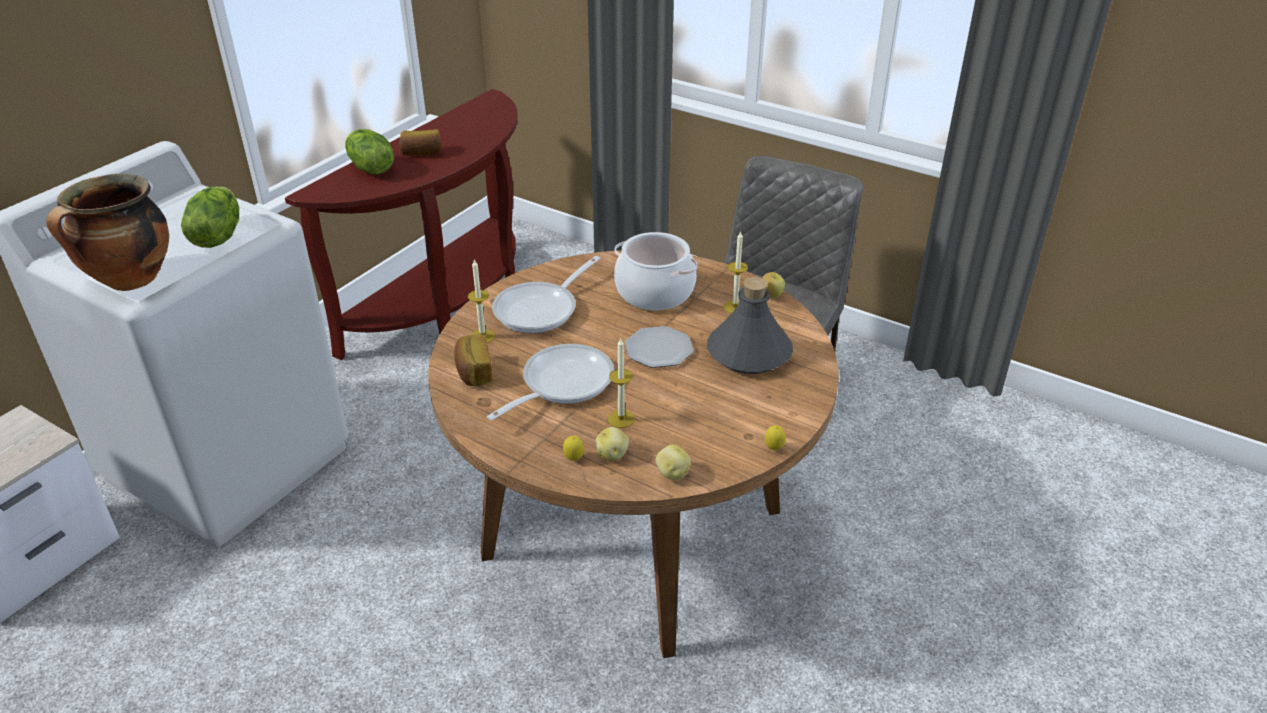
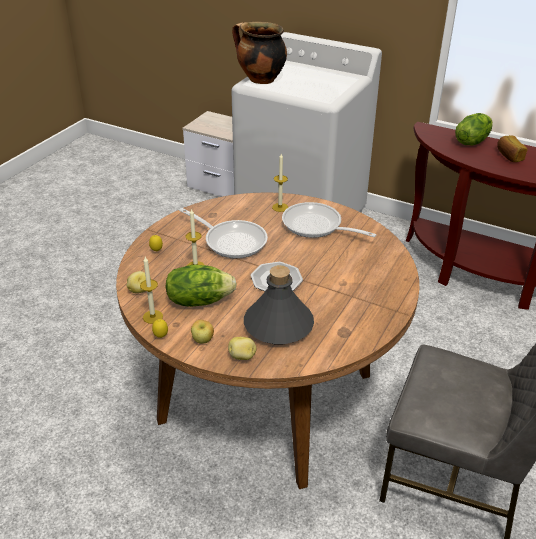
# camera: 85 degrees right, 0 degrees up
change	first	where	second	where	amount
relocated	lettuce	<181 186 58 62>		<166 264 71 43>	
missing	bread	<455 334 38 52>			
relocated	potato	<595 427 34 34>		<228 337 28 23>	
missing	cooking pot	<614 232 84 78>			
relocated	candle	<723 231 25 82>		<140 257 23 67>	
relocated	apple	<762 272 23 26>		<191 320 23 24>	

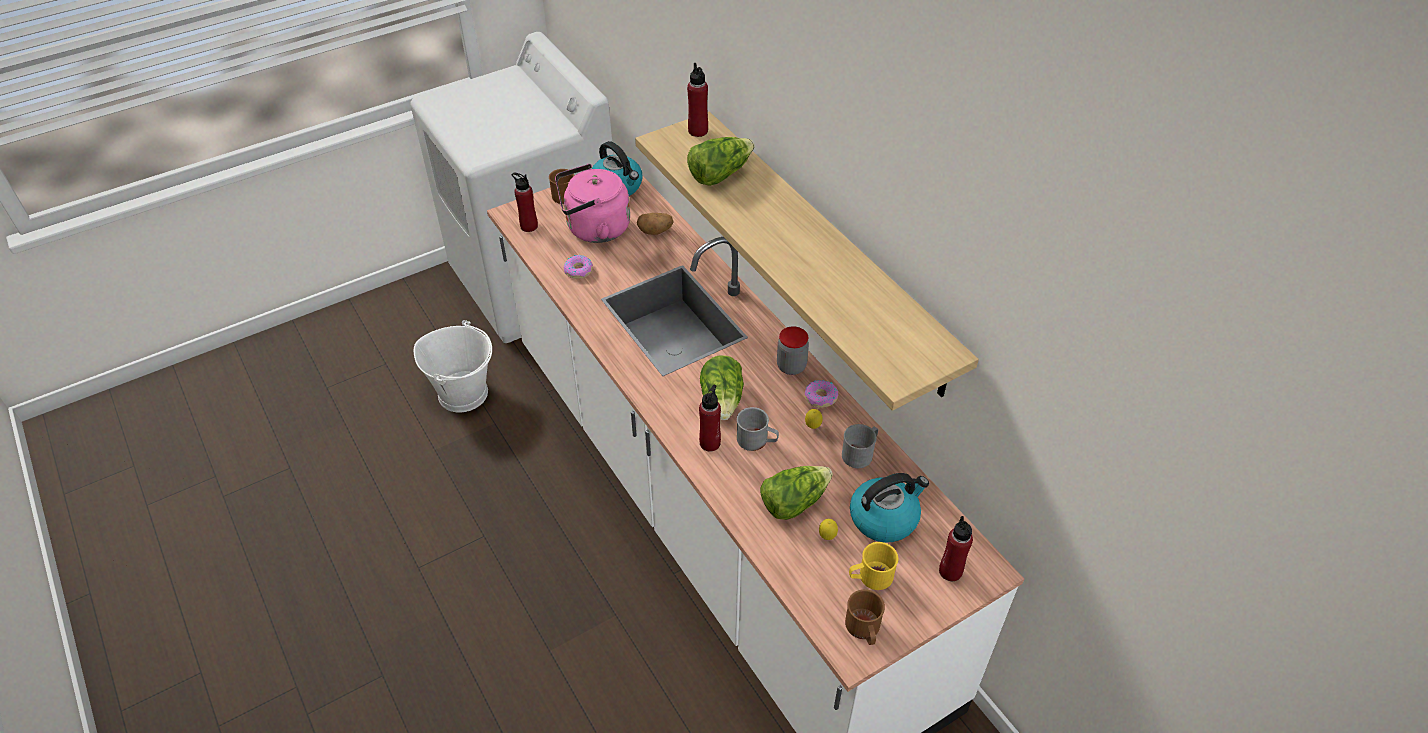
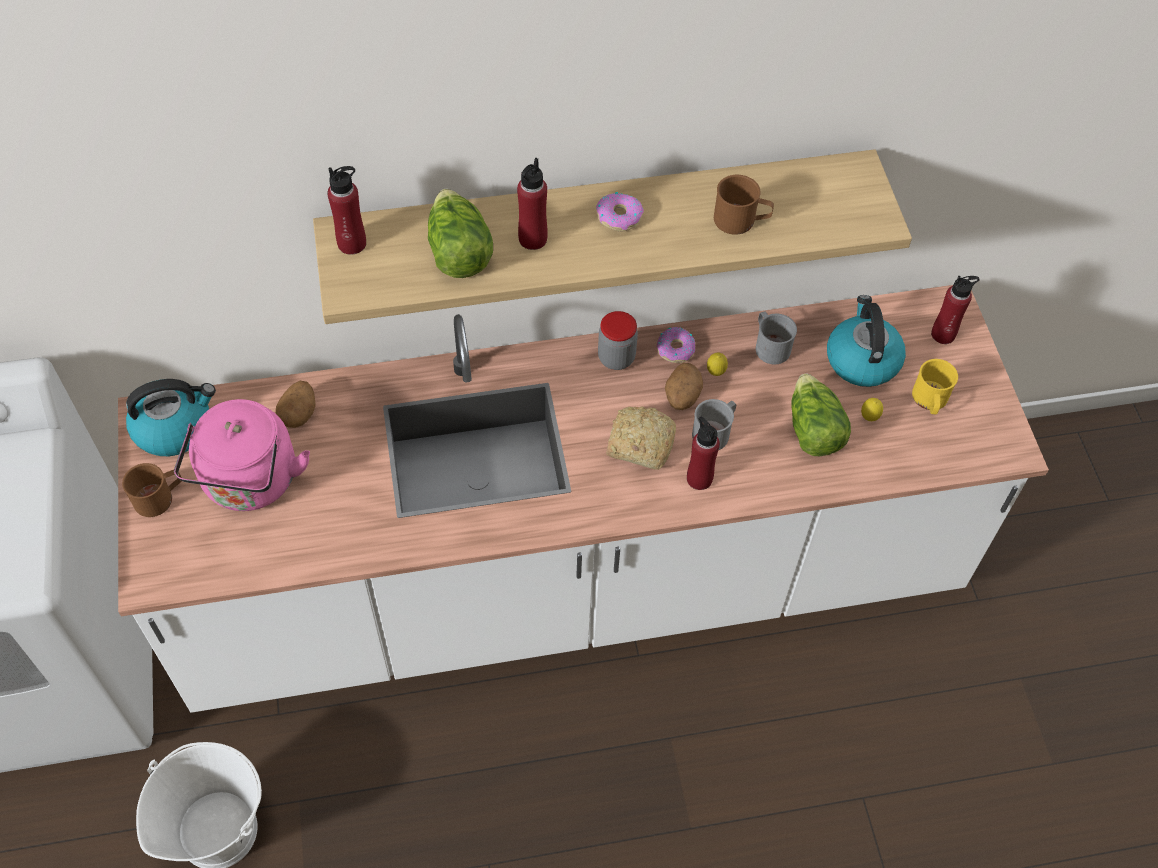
# camera: 70 degrees left, 10 degrees up
change	first	where	second	where	amount
relocated	bottle (red)	<512 173 26 59>		<517 158 31 92>	
relocated	donut	<563 255 30 24>		<596 192 48 39>	
exchanged	lettuce	<700 355 44 65>	bread	<606 406 70 64>	
relocated	mug (brown)	<845 589 40 56>		<714 175 60 60>	
appeared			potato	<665 363 38 47>	

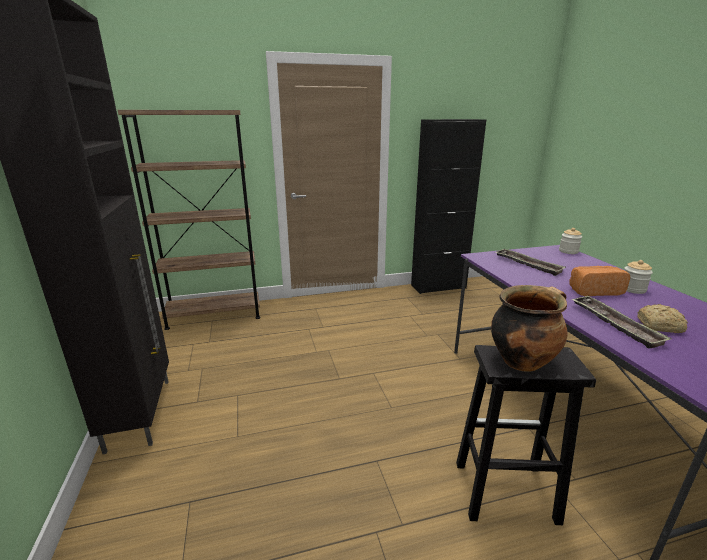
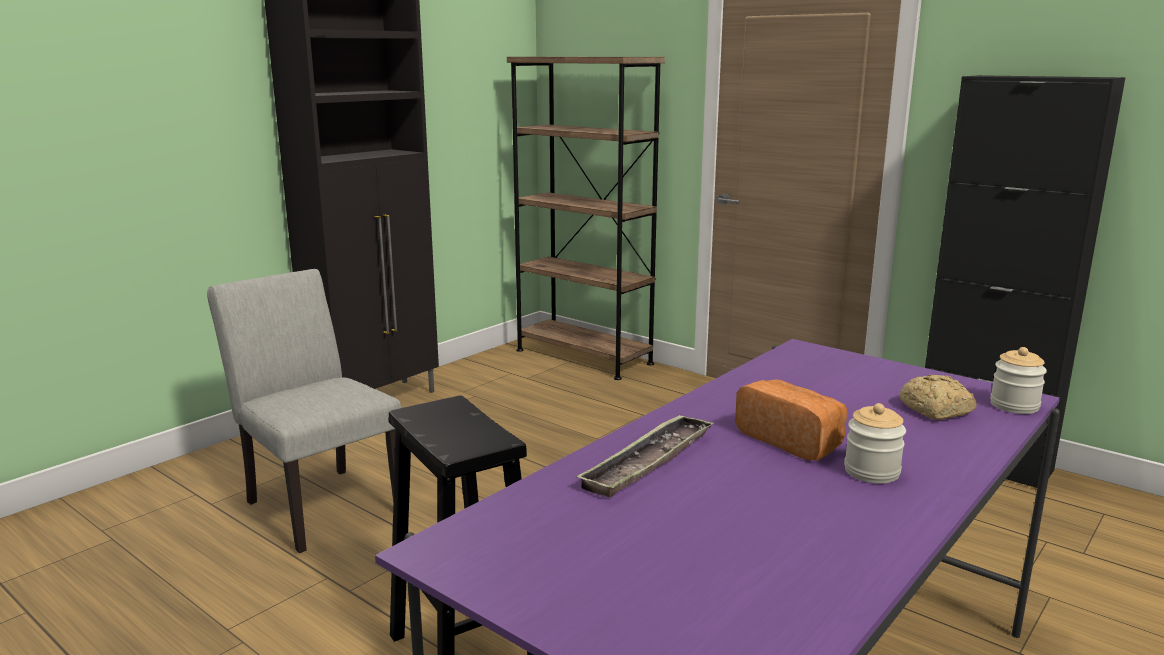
# camera: 55 degrees right, 5 degrees down
change	first	where	second	where	amount
missing	cooking pot	<491 285 76 87>			
missing	tray	<495 249 71 27>			
relocated	bread	<638 304 50 29>		<899 375 78 45>	
appeared			chair (grey)	<207 269 194 284>	

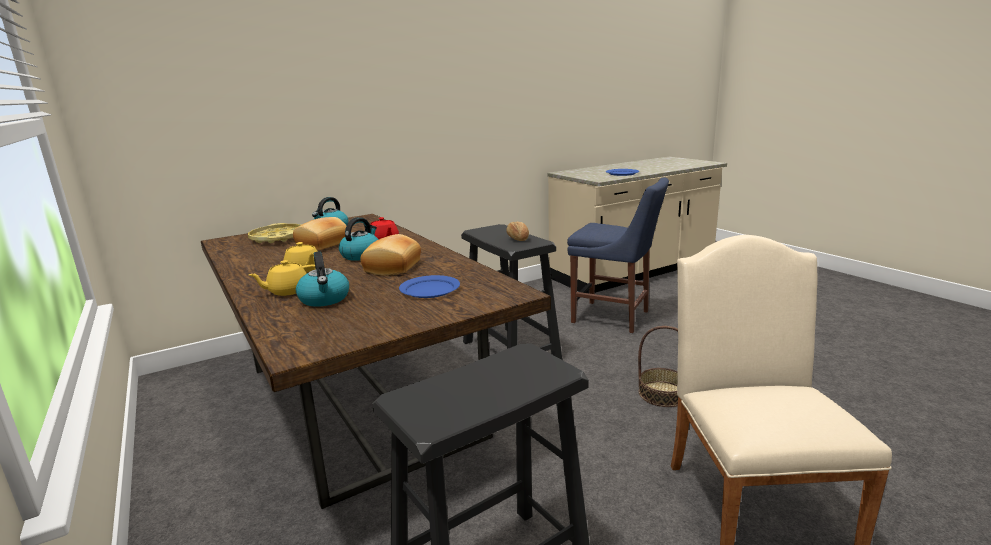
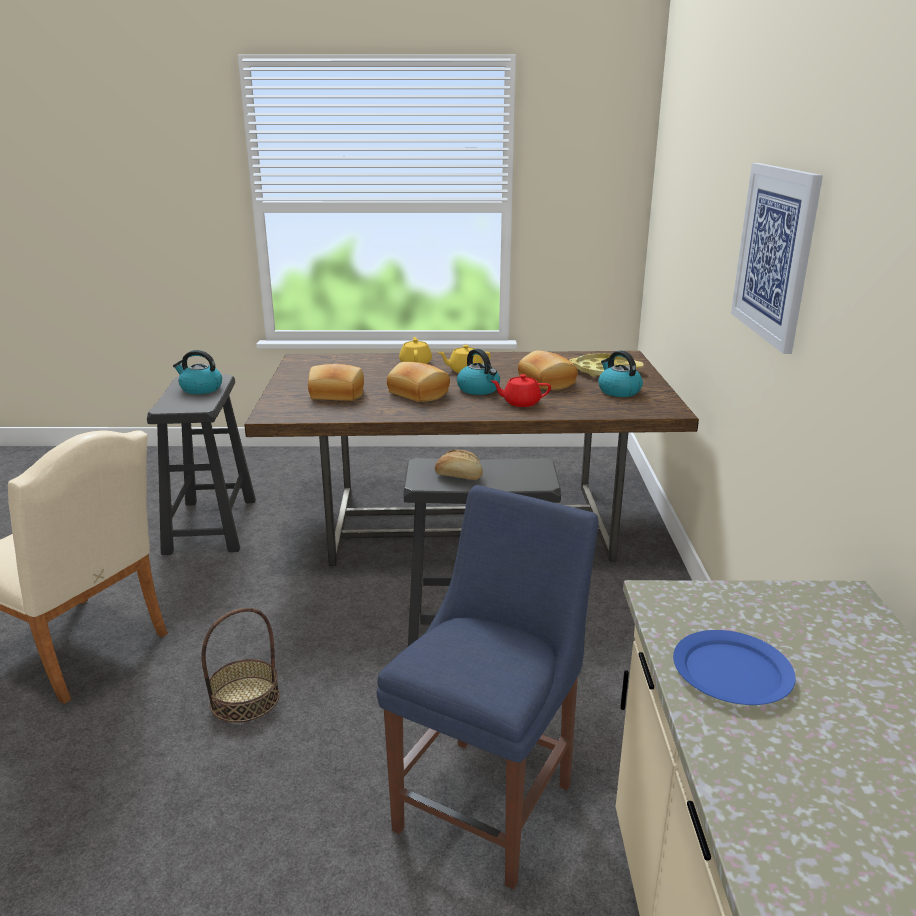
# camera: 120 degrees right, 5 degrees up
change	first	where	second	where	amount
relocated	kettle	<296 251 53 56>		<173 350 49 44>	
exchanged	plate (blue)	<399 275 61 23>	bread	<308 364 56 37>	
spun	chair (blue)	<567 177 102 156>		<376 485 222 405>	150 degrees clockwise
appeared			picture	<731 163 92 191>	

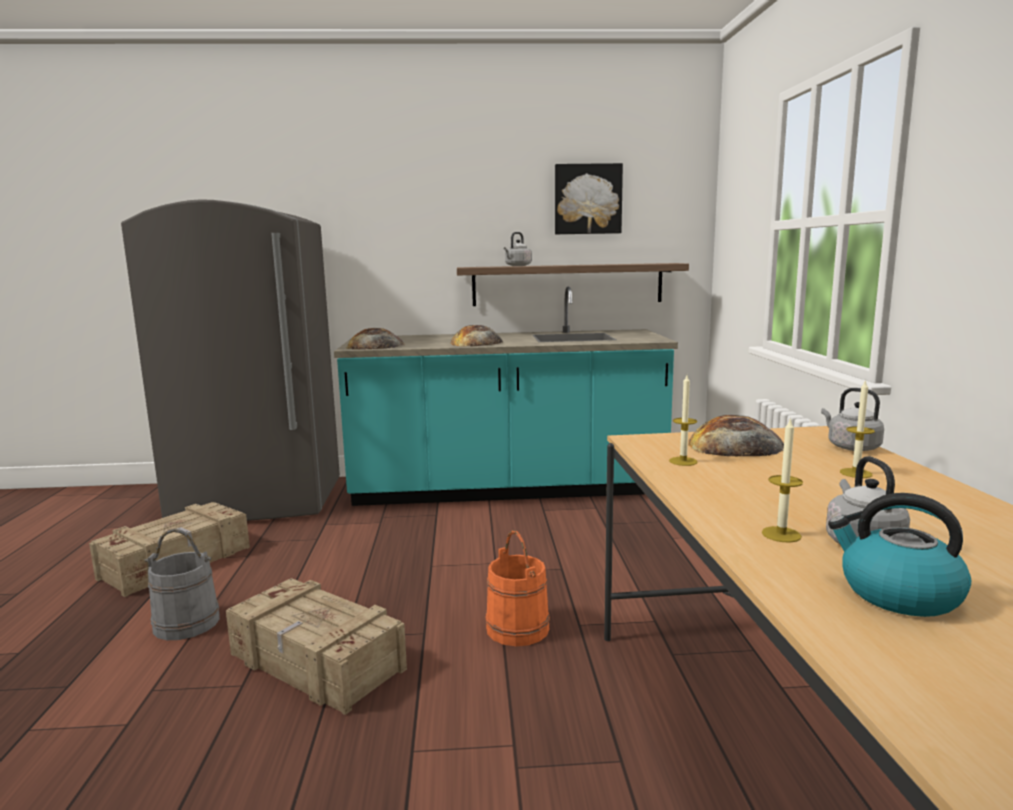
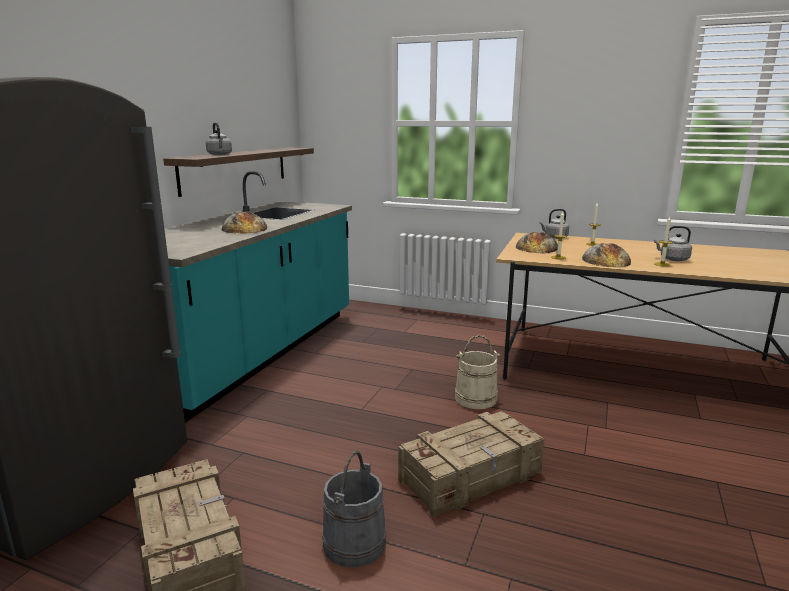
# camera: 65 degrees left, 5 degrees up
change	first	where	second	where	amount
relocated	bread	<347 328 58 21>		<582 243 49 24>	
colour	bucket (orange)	<486 530 64 116>	bucket (beige)	<455 335 45 74>	
missing	picture	<555 163 68 71>			
missing	kettle	<828 493 143 124>			

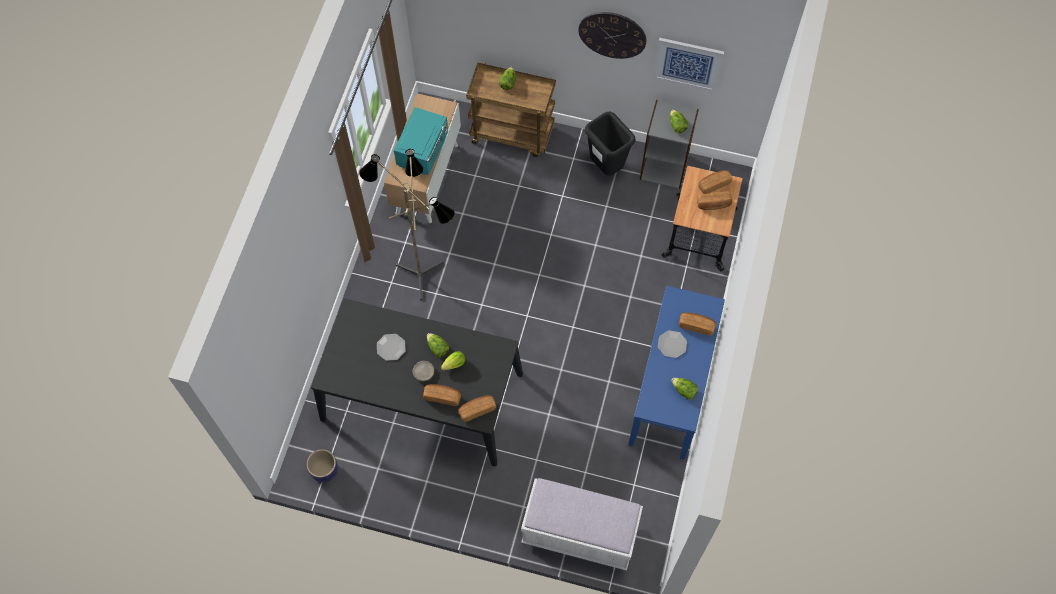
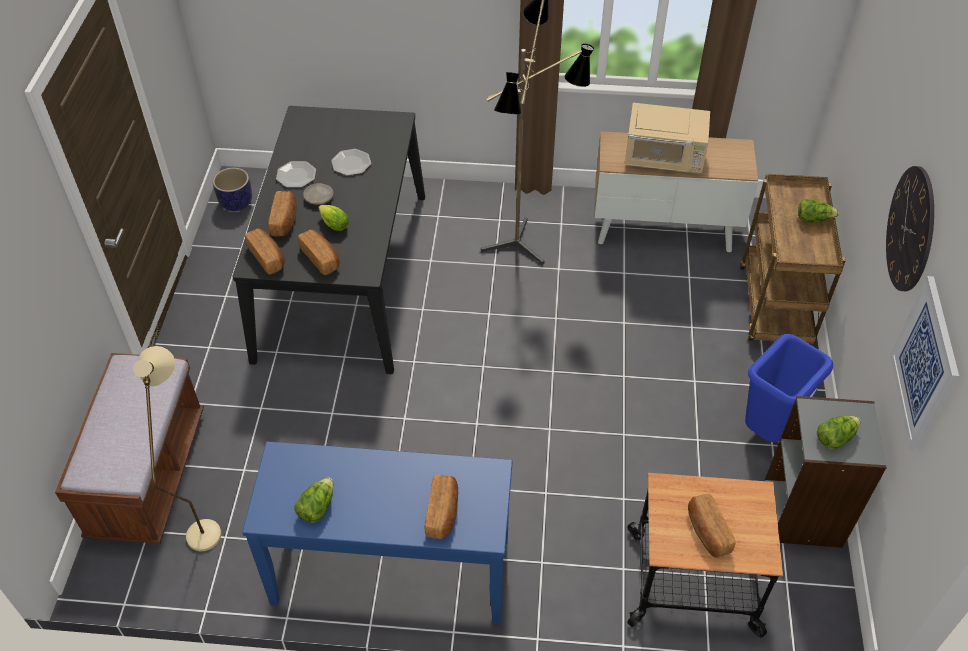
# camera: 80 degrees right, 15 degrees down
change	first	where	second	where	amount
colour	microwave (turquoise)	<394 107 54 68>	microwave (beige)	<624 103 86 71>	
missing	lettuce	<427 333 22 25>			
colour	bench (white)	<521 478 122 93>	bench (brown)	<55 353 149 191>	
colour	trash can (black)	<585 112 50 64>	trash can (blue)	<745 334 88 108>	
relocated	plate	<658 330 29 28>		<276 161 40 26>	
relocated	bread	<698 170 34 24>		<298 229 42 46>	
appeared			floor lamp (beige)	<133 346 88 205>	

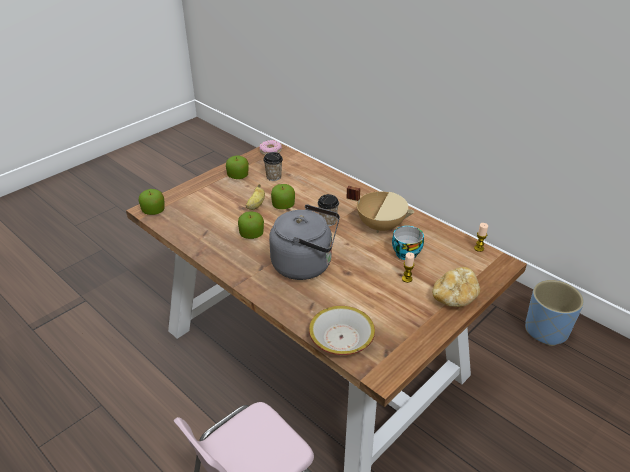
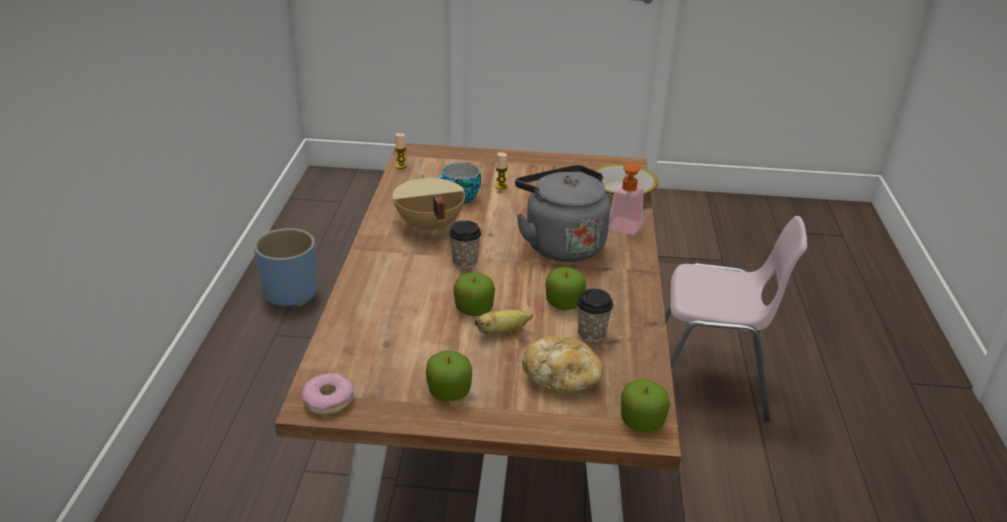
# camera: 130 degrees left, 5 degrees down
change	first	where	second	where	amount
relocated	cup	<263 152 20 29>		<577 289 36 53>	
relocated	bread	<432 267 48 40>		<522 336 81 57>	
appeared			soap dispenser	<608 163 36 72>	

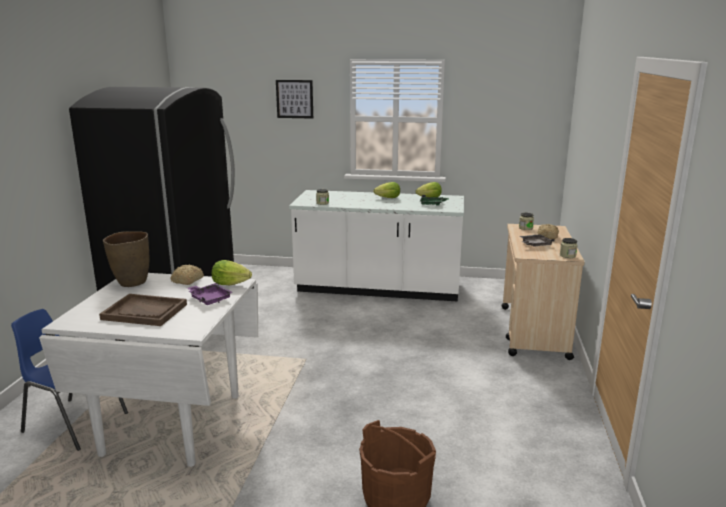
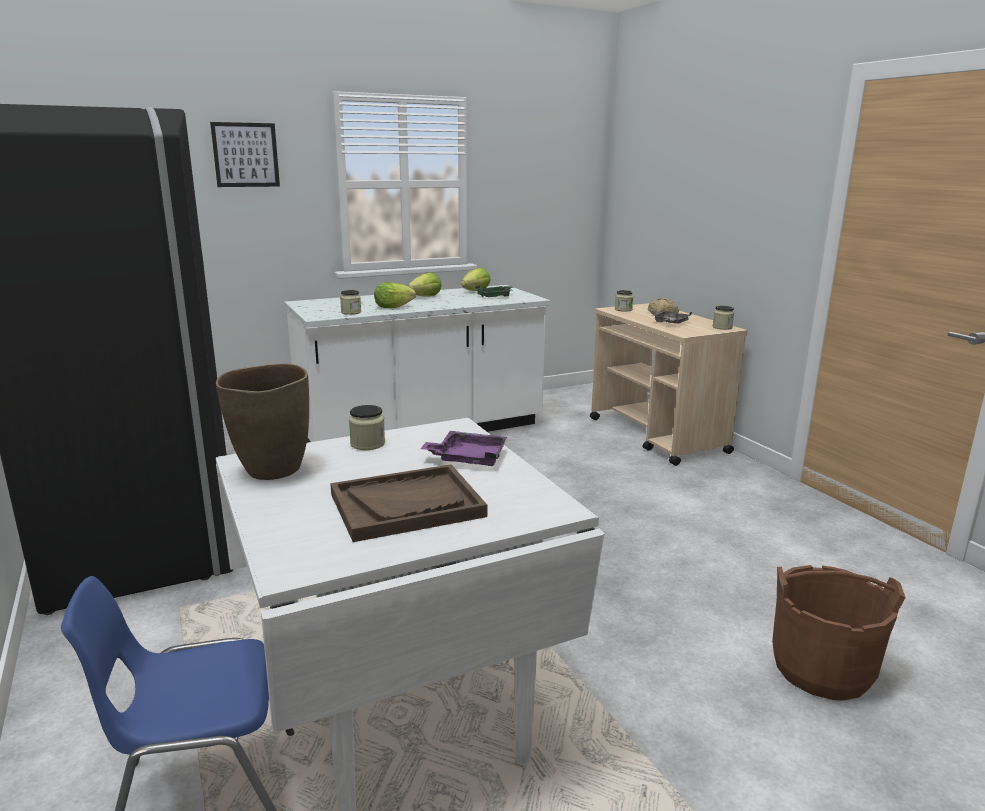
# camera: 35 degrees left, 0 degrees up
change	first	where	second	where	amount
exchanged	bread	<171 265 33 20>	jar	<349 405 36 45>	
relocated	lettuce	<212 260 40 25>		<374 282 42 26>	

